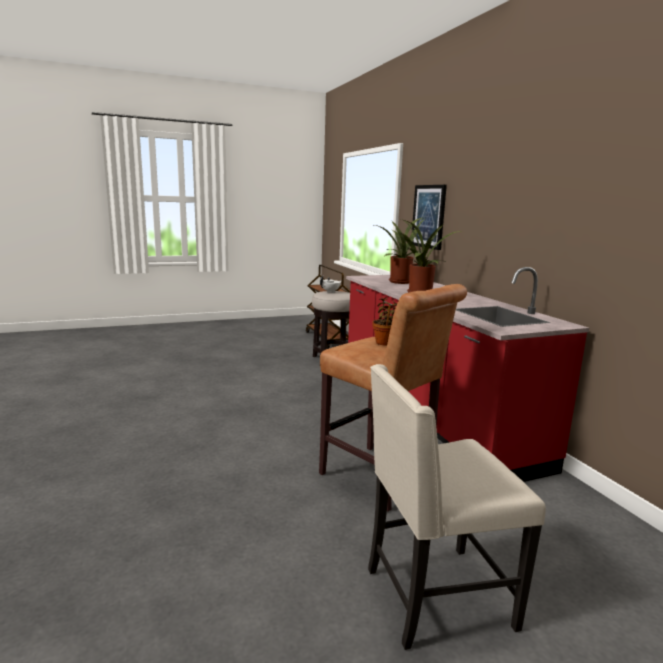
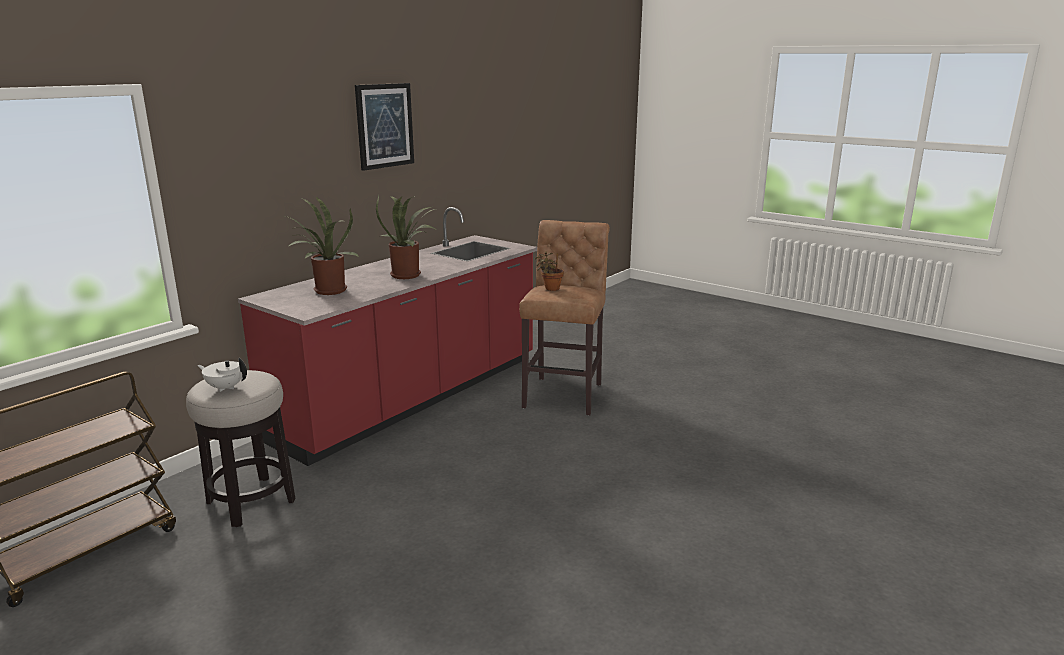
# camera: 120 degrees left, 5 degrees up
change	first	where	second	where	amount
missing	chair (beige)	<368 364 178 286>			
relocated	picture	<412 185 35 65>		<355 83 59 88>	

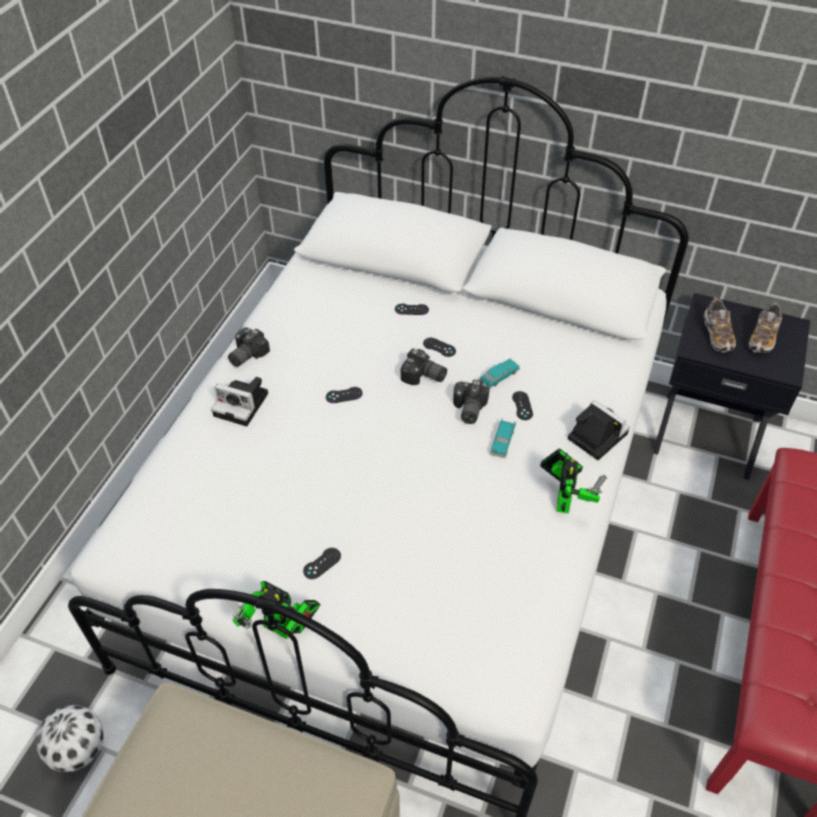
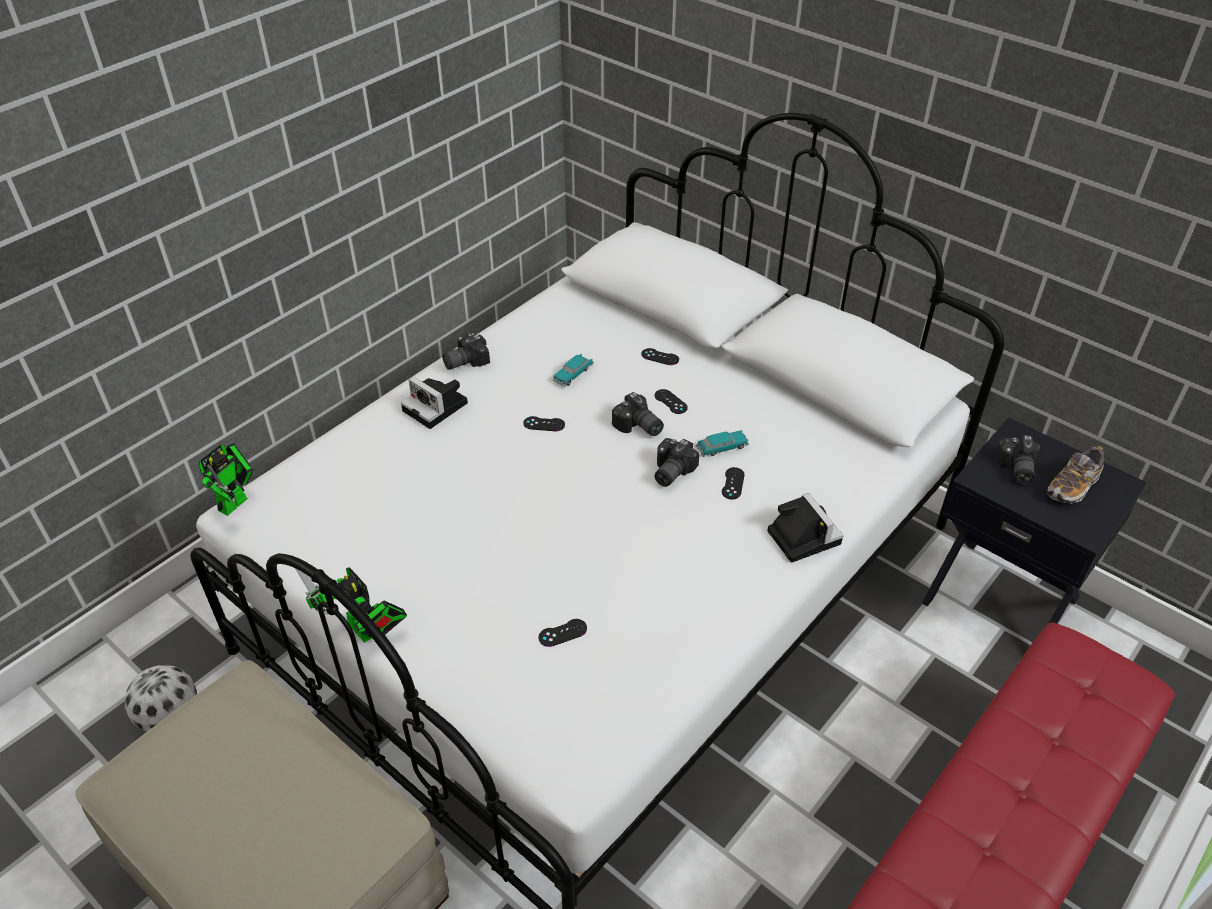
# camera: 20 degrees right, 5 degrees down
change	first	where	second	where	amount
relocated	game controller (black)	<303 548 38 31>		<539 619 48 28>	
relocated	toy car	<490 418 26 40>		<552 353 42 34>	
relocated	toy robot	<540 449 67 65>		<198 443 55 73>	
exchanged	shoe	<703 297 33 55>	photo camera	<995 435 45 49>	

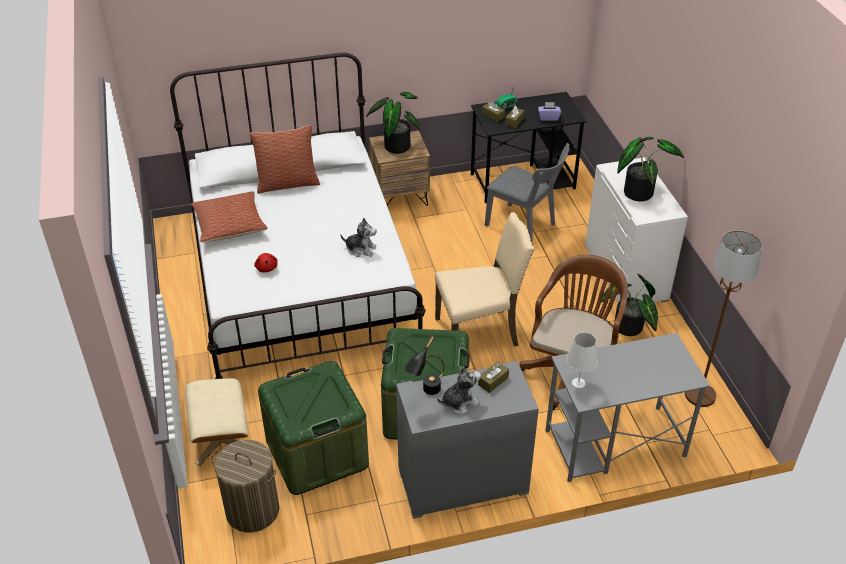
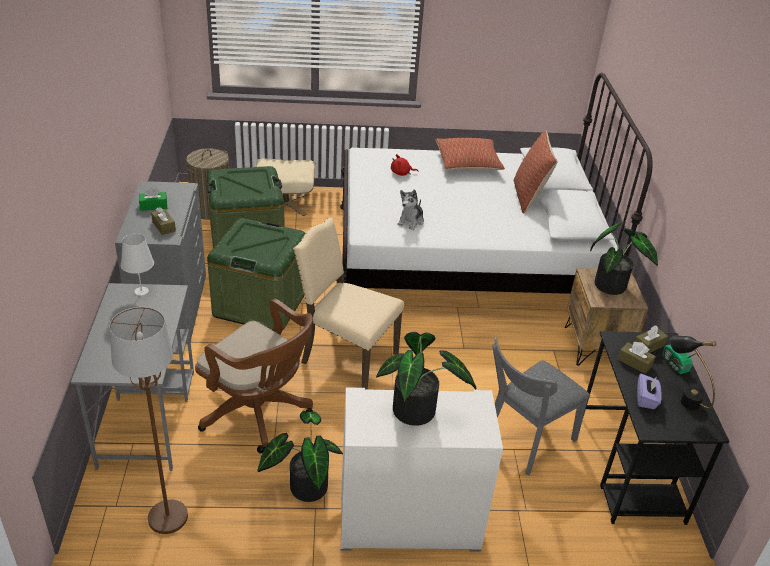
# camera: 100 degrees right, 5 degrees down
change	first	where	second	where	amount
relocated	table lamp (black)	<404 336 41 59>		<670 336 46 74>	
spun	chair (beige)	<435 212 100 135>		<293 218 111 172>	120 degrees clockwise
exchanged	plush toy	<437 366 44 48>	tissue box (green)	<139 187 28 24>	

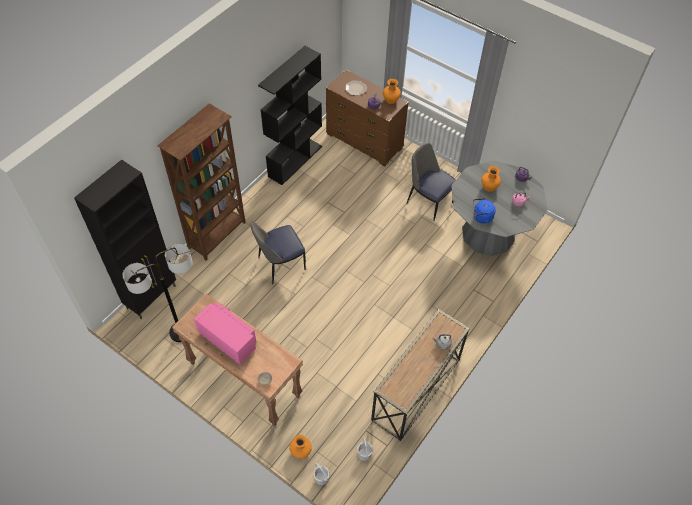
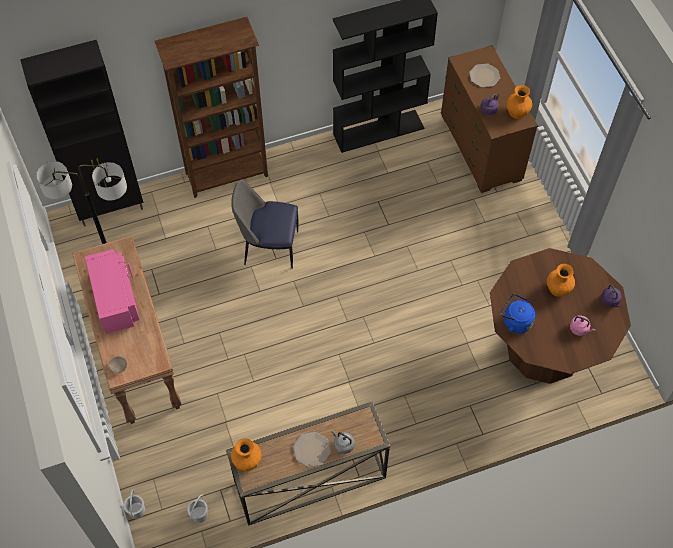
# camera: 35 degrees right, 5 degrees up
change	first	where	second	where	amount
relocated	vase (orange)	<290 435 22 24>		<231 438 31 33>	
missing	chair	<407 143 49 78>			
colour	dining table (grey)	<451 161 97 95>	dining table (brown)	<490 248 141 136>	
appeared			plate	<293 432 38 35>	

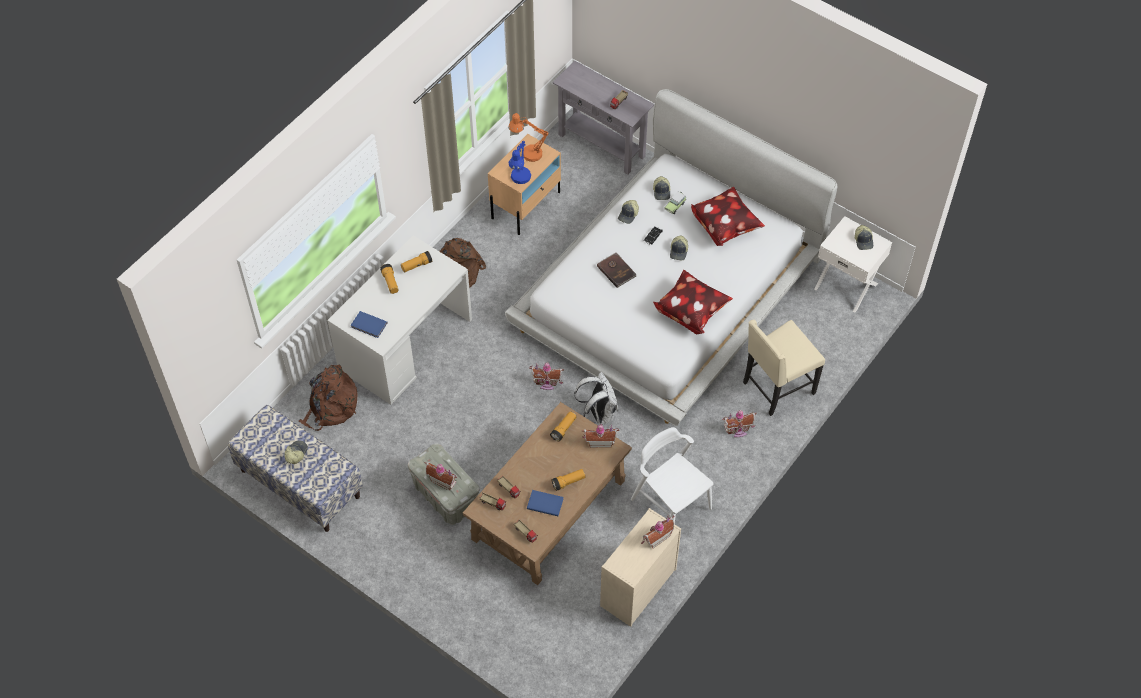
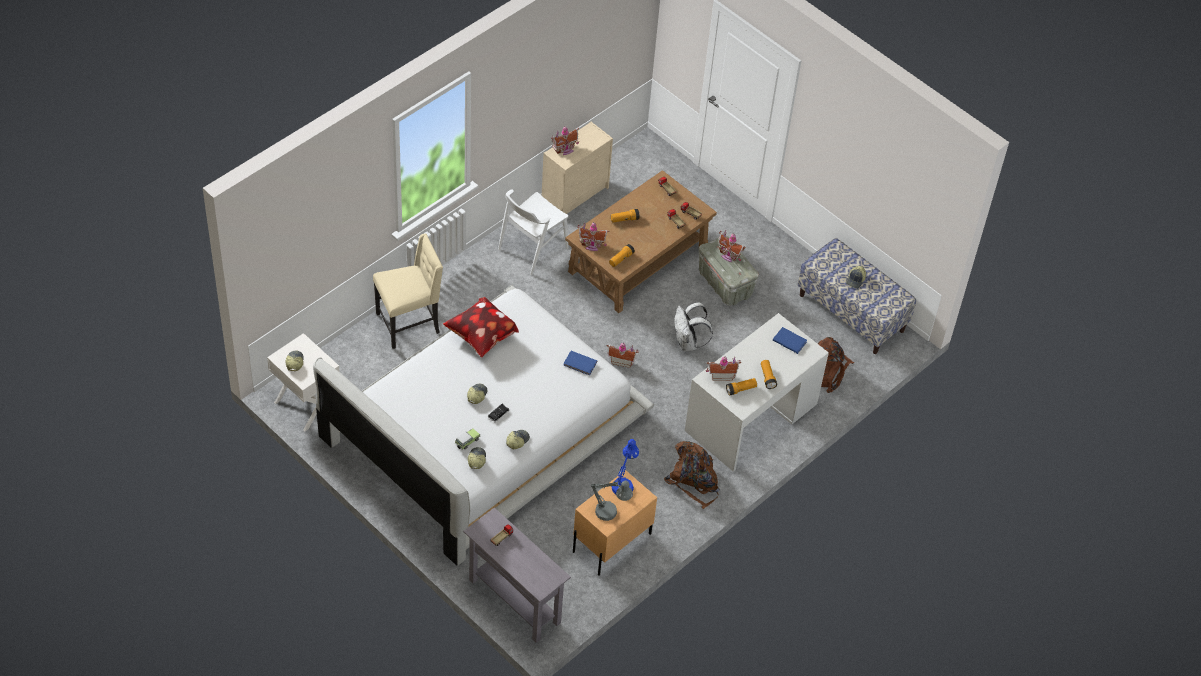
# camera: 175 degrees left, 5 degrees down
change	first	where	second	where	amount
colour	table lamp (orange)	<509 113 40 49>	table lamp (grey)	<591 480 42 41>	
relocated	book (blue)	<527 490 36 26>		<563 351 34 25>	
relocated	backpack (white)	<574 372 44 53>		<674 302 39 49>	
missing	book (brown)	<597 253 39 35>			
spun	chair (white)	<631 427 83 97>		<498 190 71 85>	75 degrees clockwise
missing	pillow	<691 187 74 59>			
relocated	toy house	<722 410 35 27>		<706 357 35 24>	

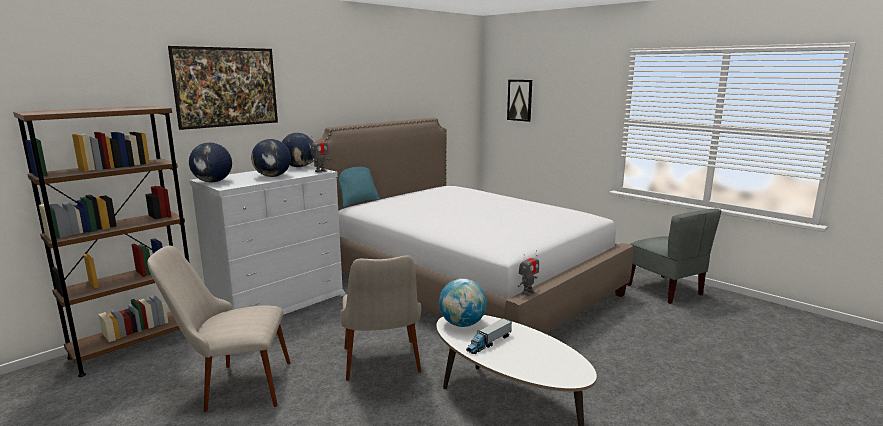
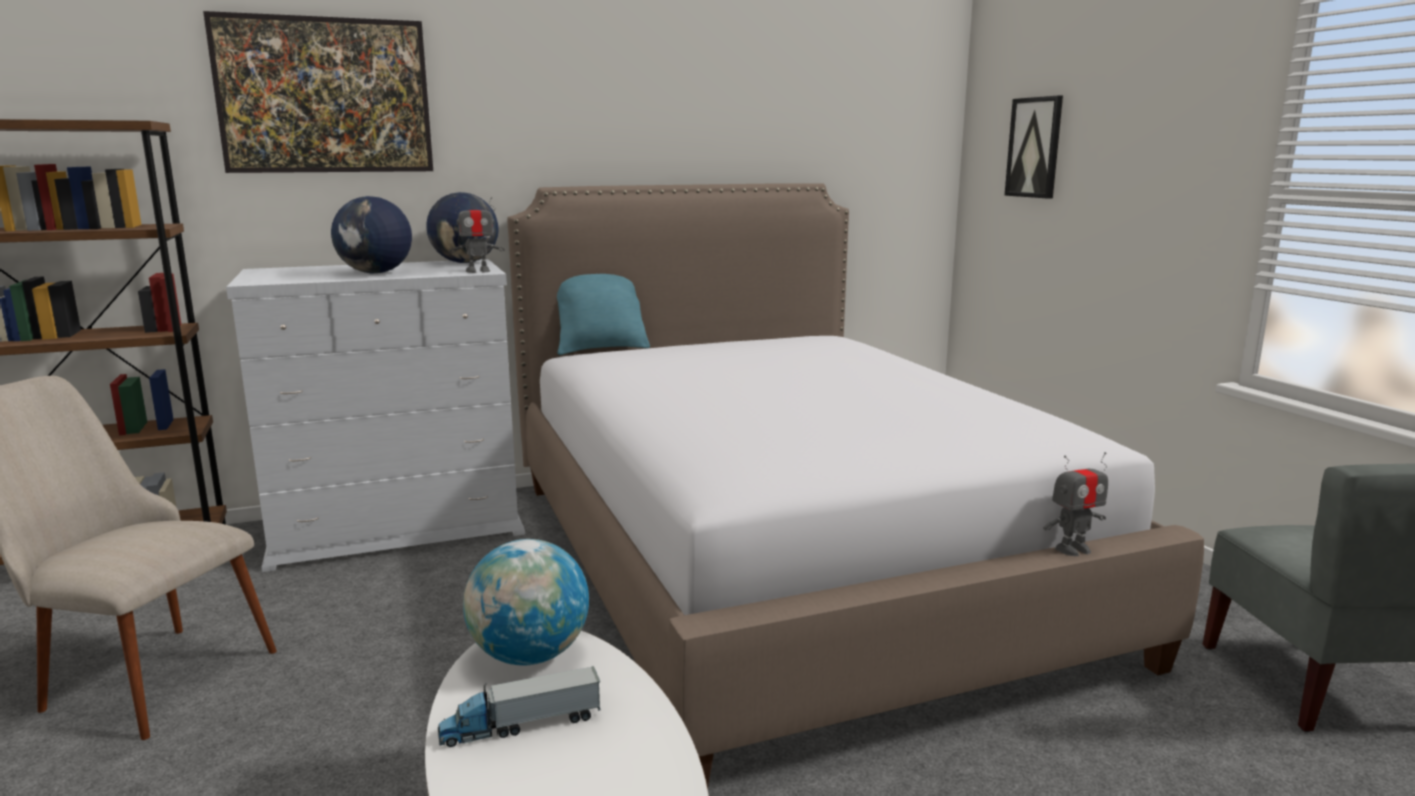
# camera: 25 degrees right, 0 degrees up
change	first	where	second	where	amount
missing	globe	<189 142 43 40>			
missing	chair (beige)	<340 255 81 126>			
relocated	toy robot	<518 250 21 46>		<1043 452 65 104>	

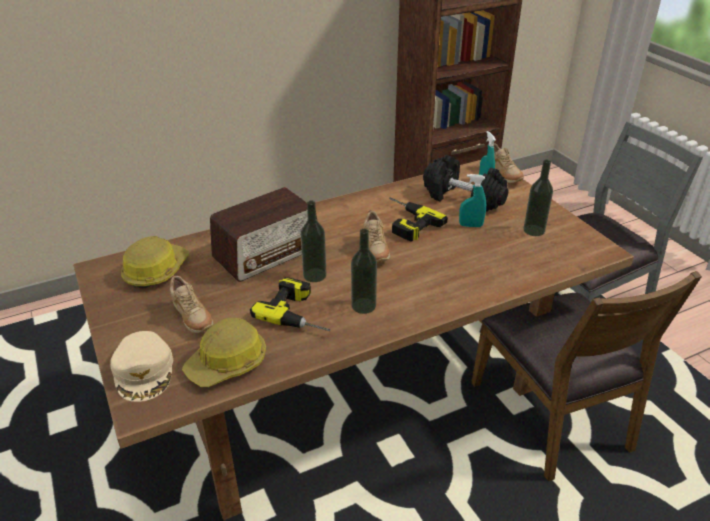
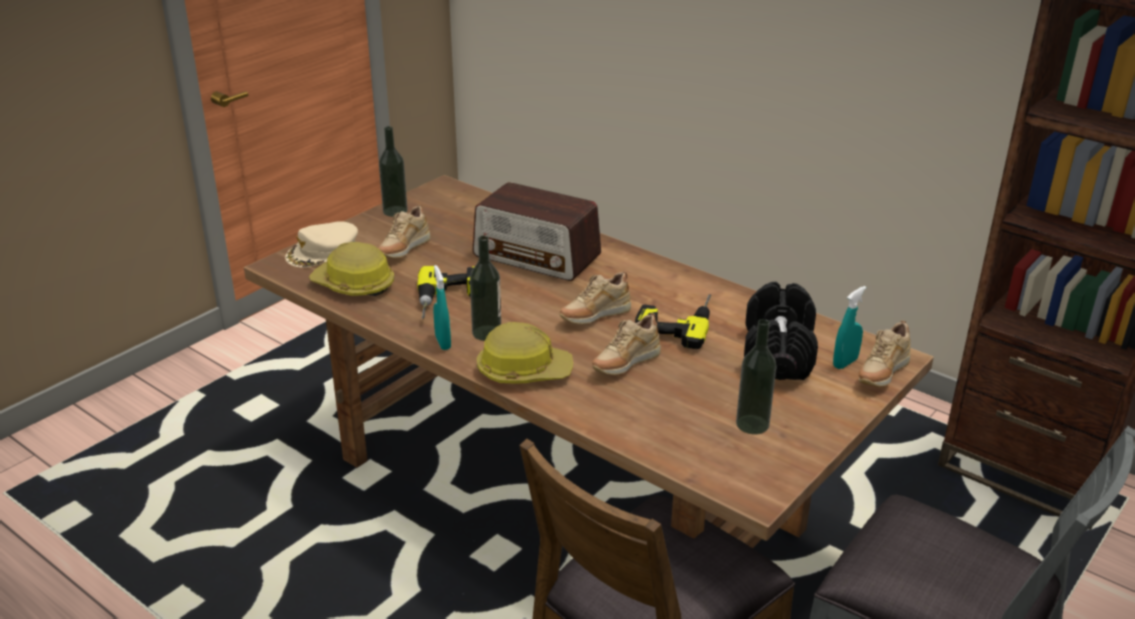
# camera: 65 degrees right, 5 degrees down
change	first	where	second	where	amount
relocated	hard hat	<121 236 68 52>		<477 322 96 62>	
relocated	bottle	<300 201 27 81>		<379 126 29 91>	
relocated	spray bottle (turquoise)	<459 174 27 53>		<433 265 18 85>	
appeared			shoe (beige)	<592 313 69 62>	

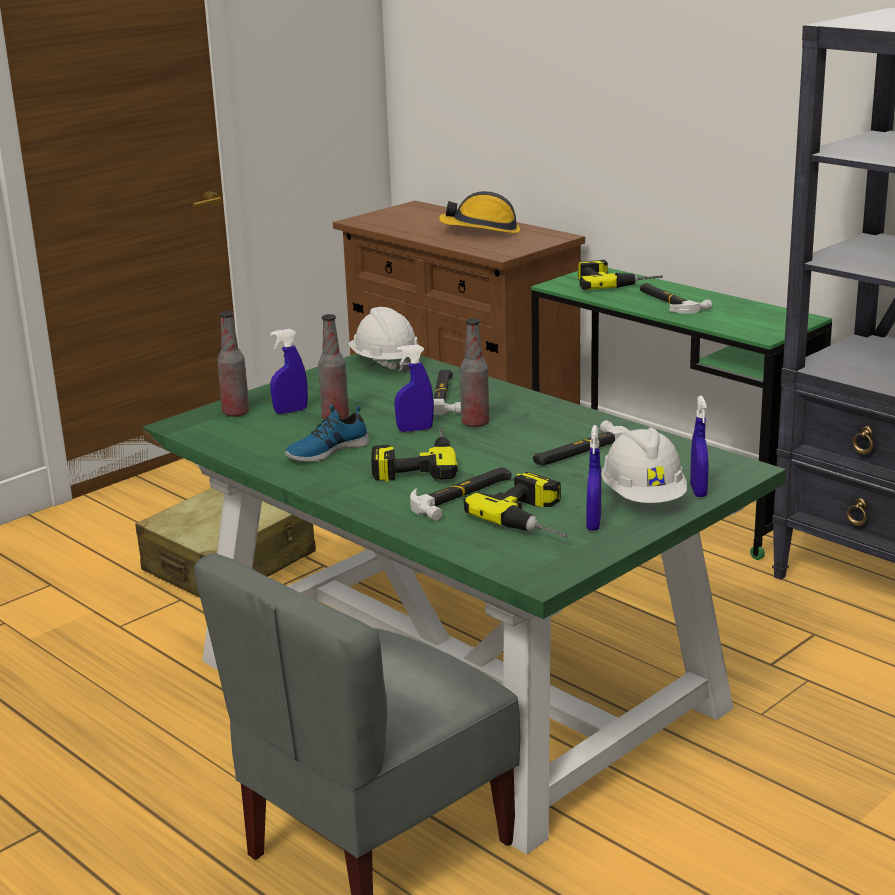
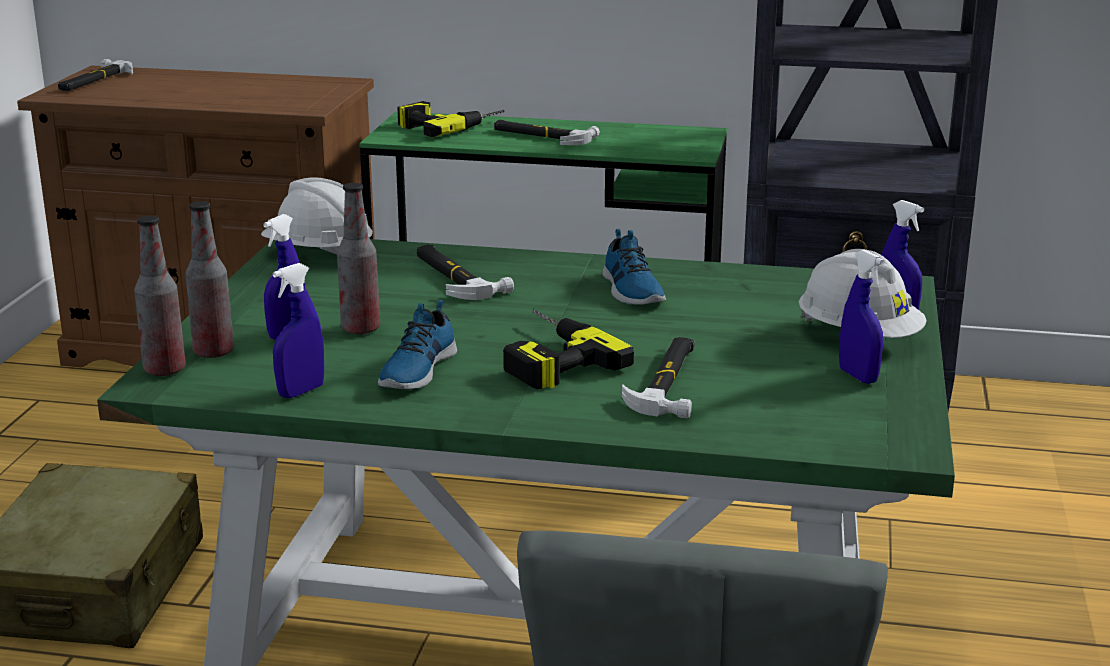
# camera: 35 degrees left, 0 degrees up
change	first	where	second	where	amount
relocated	spray bottle (blue)	<394 345 40 87>		<273 263 51 136>	
missing	hard hat	<439 191 81 42>			
relocated	bottle	<460 318 30 109>		<134 215 52 161>	
missing	power drill	<464 472 104 66>			
relocated	hammer	<533 421 95 45>		<58 59 75 32>	
appeared			shoe	<602 229 64 76>	

